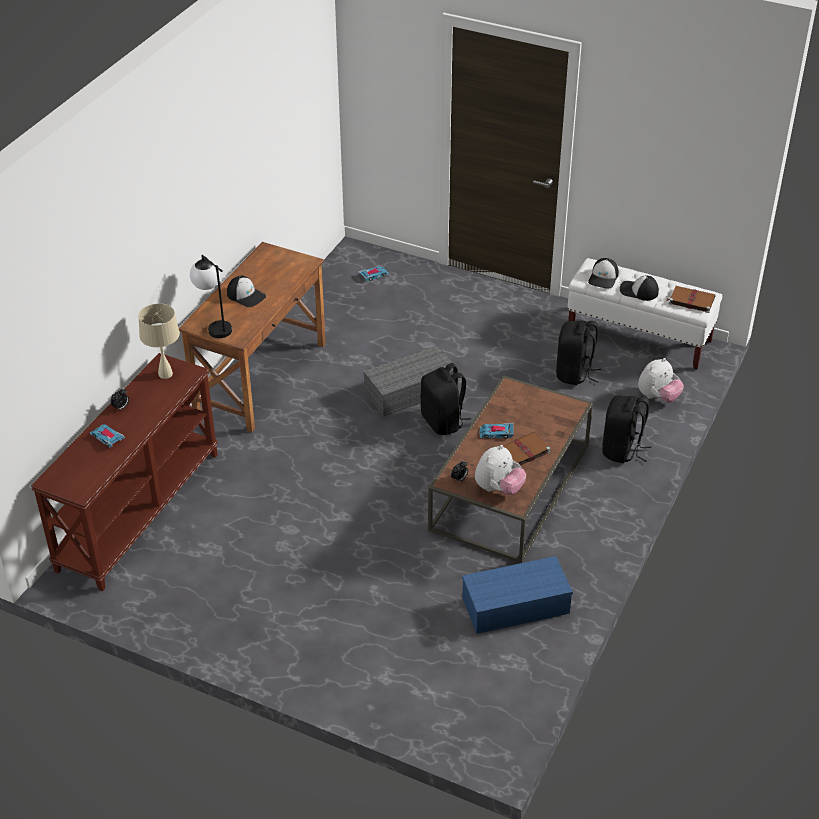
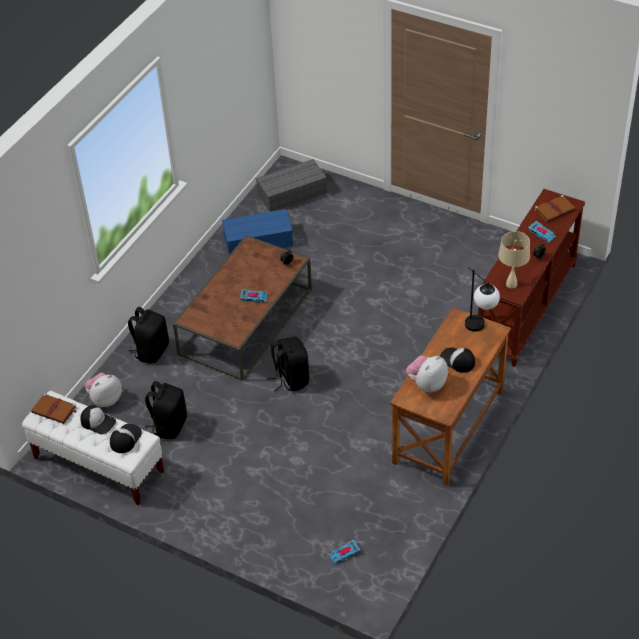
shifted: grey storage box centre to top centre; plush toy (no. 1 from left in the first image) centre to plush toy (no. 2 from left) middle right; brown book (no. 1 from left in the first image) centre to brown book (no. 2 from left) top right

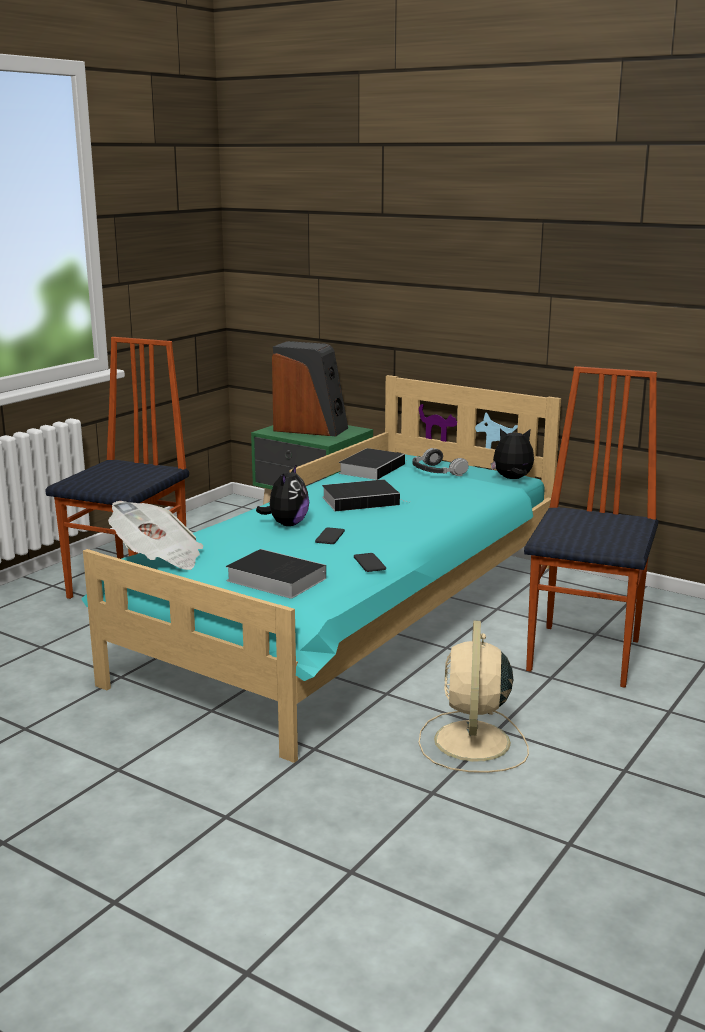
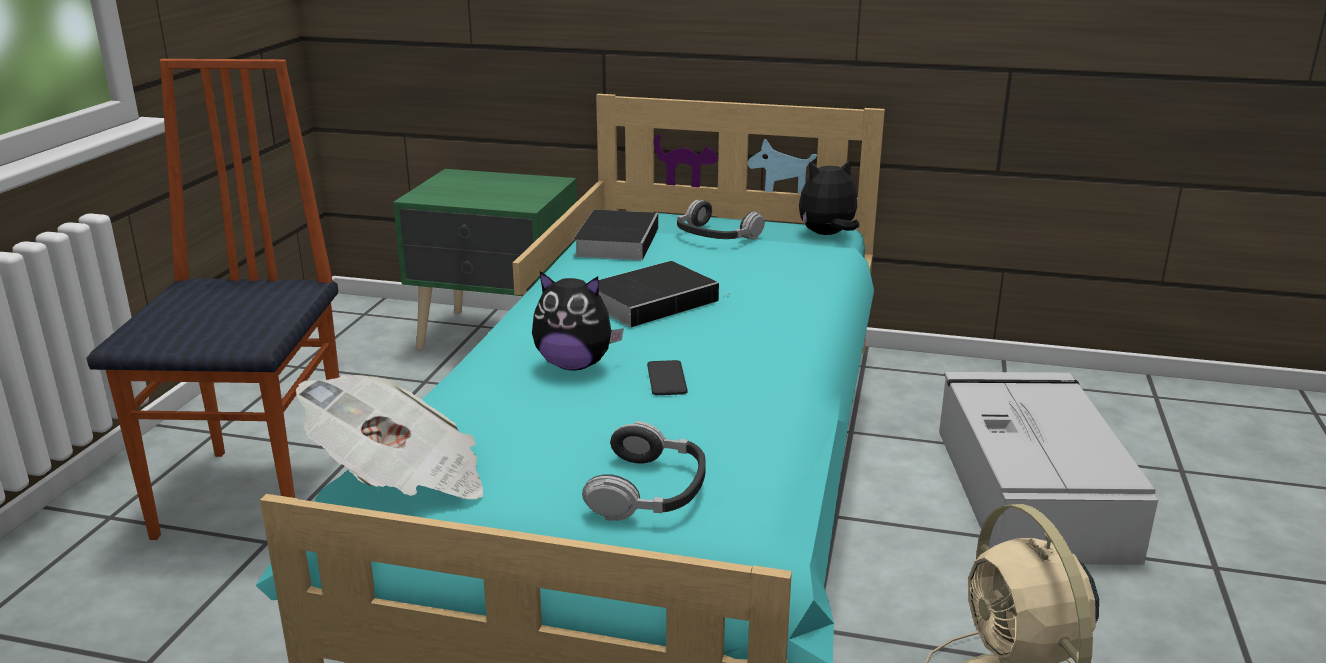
gone: speaker centre; phone (no. 2 from left) centre
swapped: book (no. 1 from left) centre to headphones (no. 1 from left) bottom centre; chair (no. 2 from left) middle right to grey storage box bottom right
rotated: plush toy (no. 1 from left) centre = centre 105 degrees clockwise

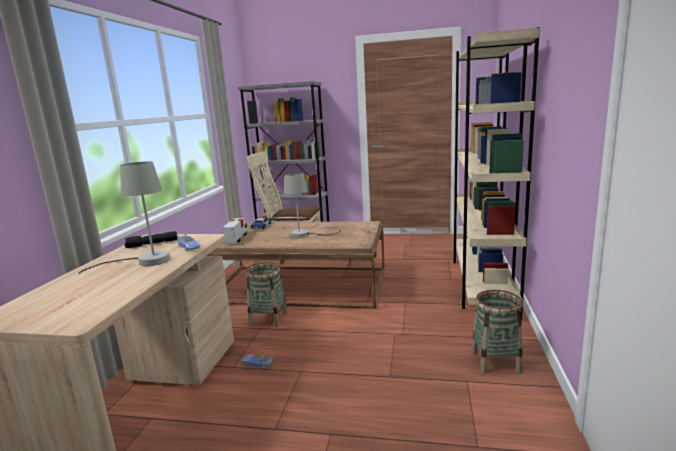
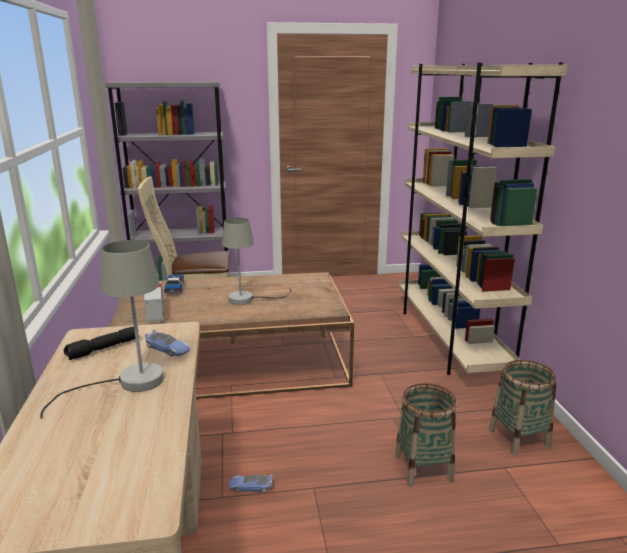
shifted: basket (no. 1 from left) centre to bottom right

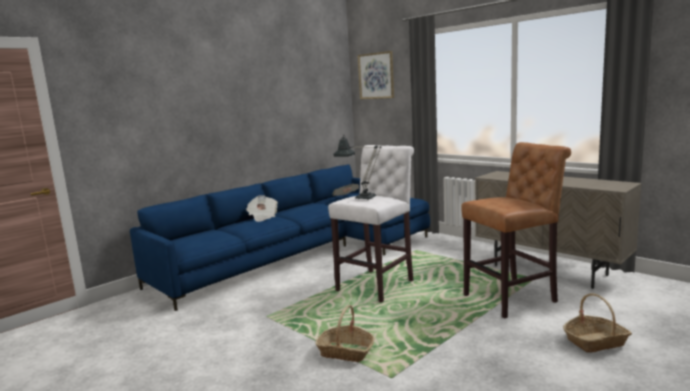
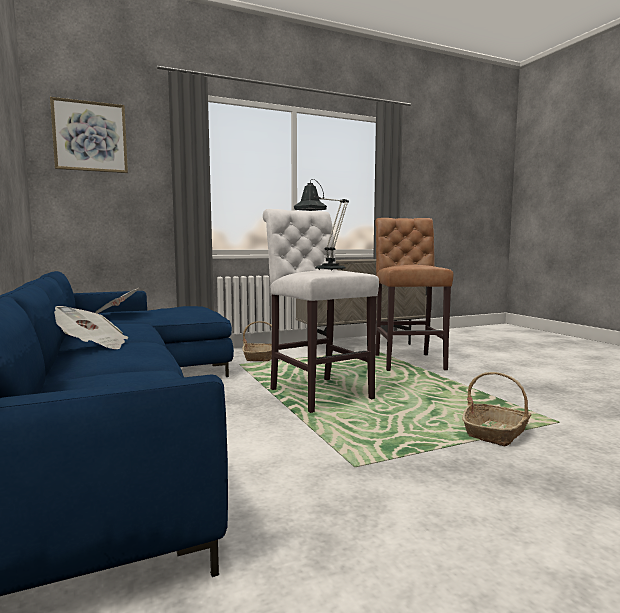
shifted: basket (no. 2 from left in the first image) bottom right to basket (no. 1 from left) centre

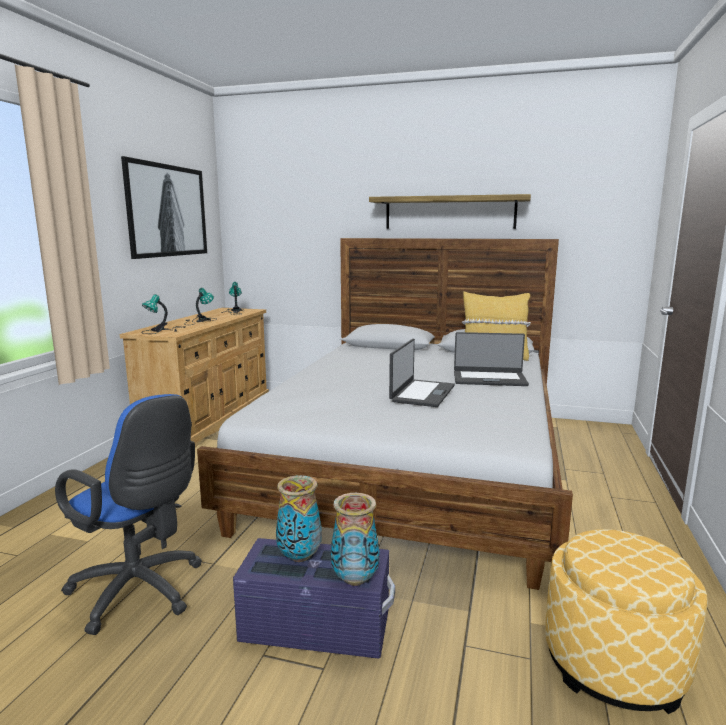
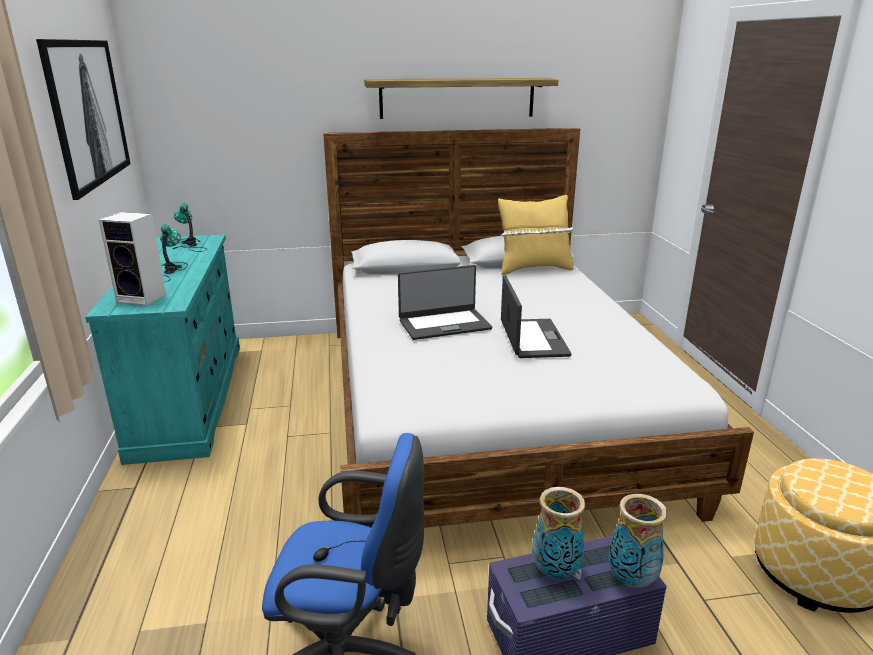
shifted: laptop (no. 2 from left in the first image) middle right to laptop (no. 1 from left) centre
swapped: table lamp (no. 1 from left) middle left to speaker middle left
repainted: beige dresser middle left to turquoise dresser middle left

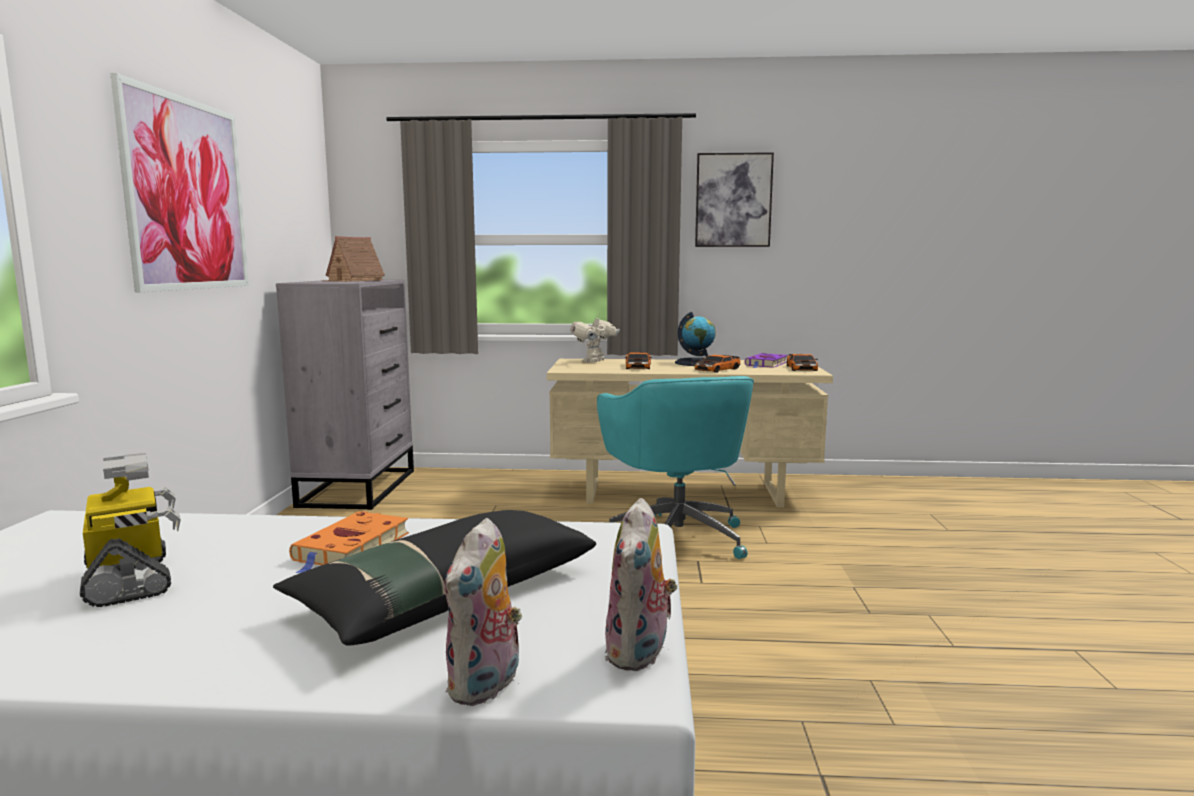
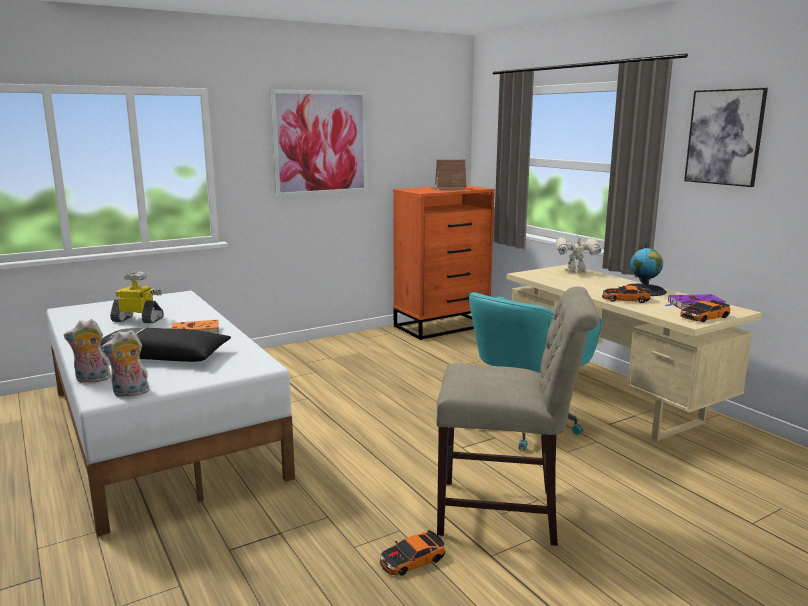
new: beige chair bottom centre
shifted: toy car (no. 1 from left) centre to bottom centre
repainted: grey dresser middle left to orange dresser centre
rotated: toy robot (no. 1 from left) middle left = middle left 105 degrees counterclockwise

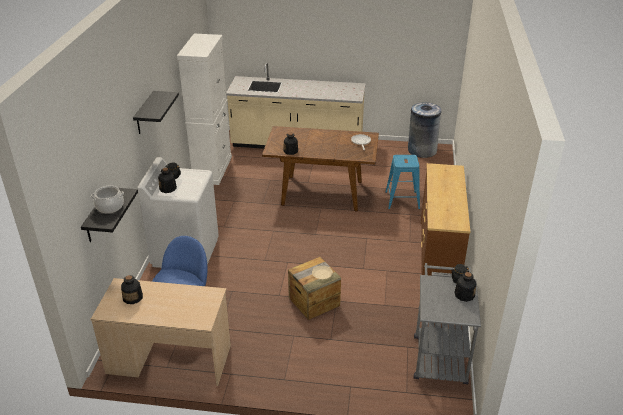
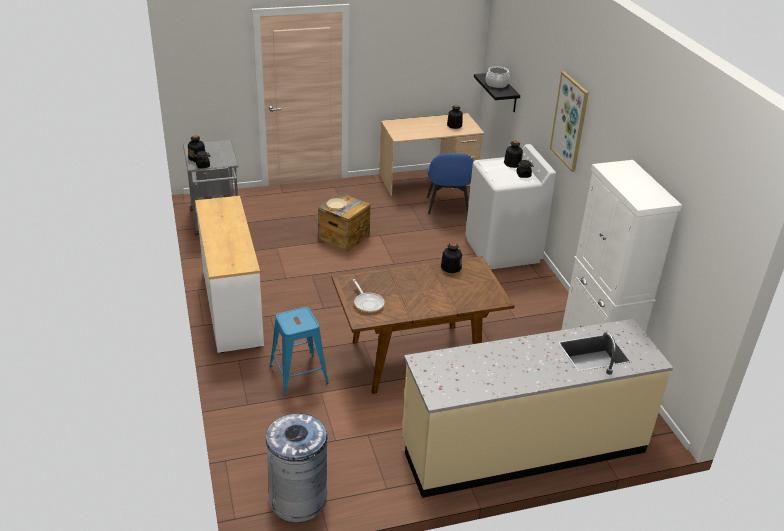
swapped: black shelf (no. 2 from left) top left to picture top right
repainted: brown dresser middle right to white dresser middle left

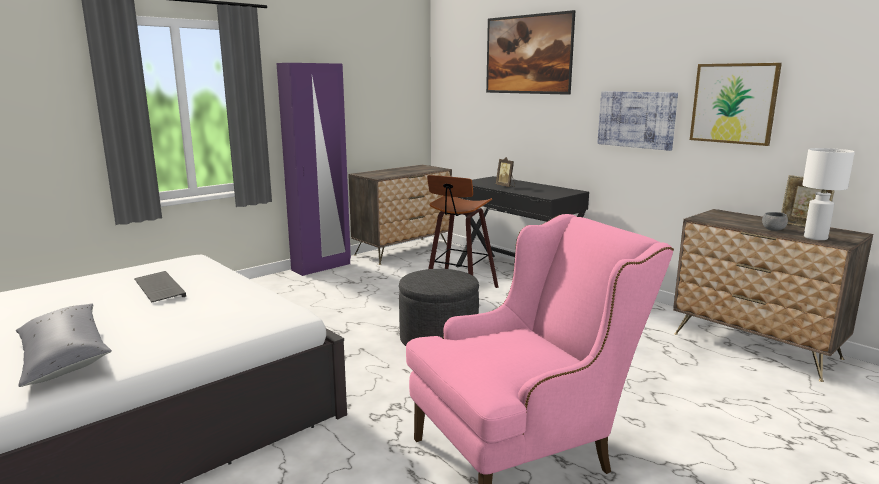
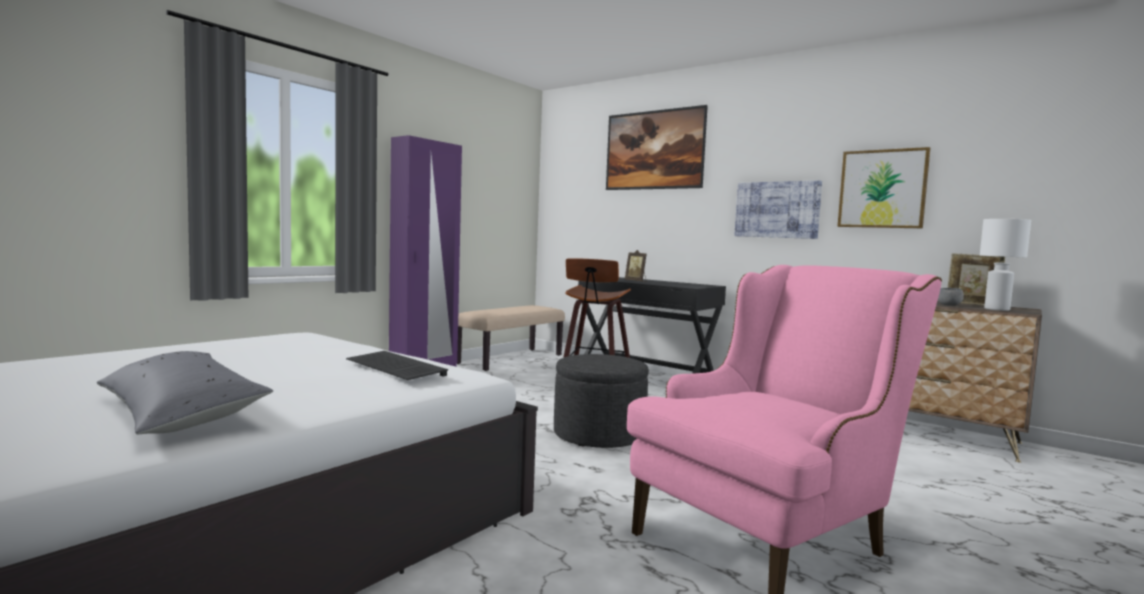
shifted: keyboard middle left to centre
swapped: dresser (no. 1 from left) centre to beige bench centre

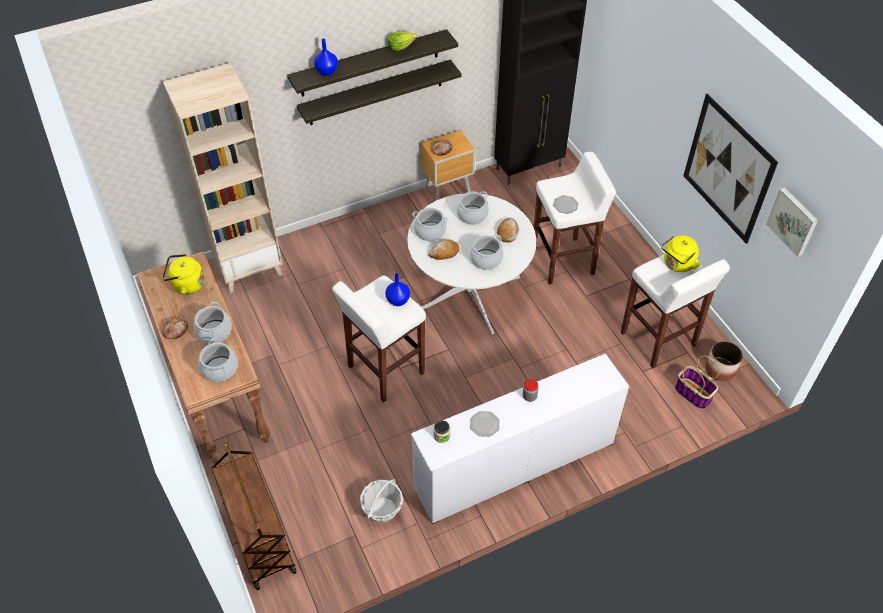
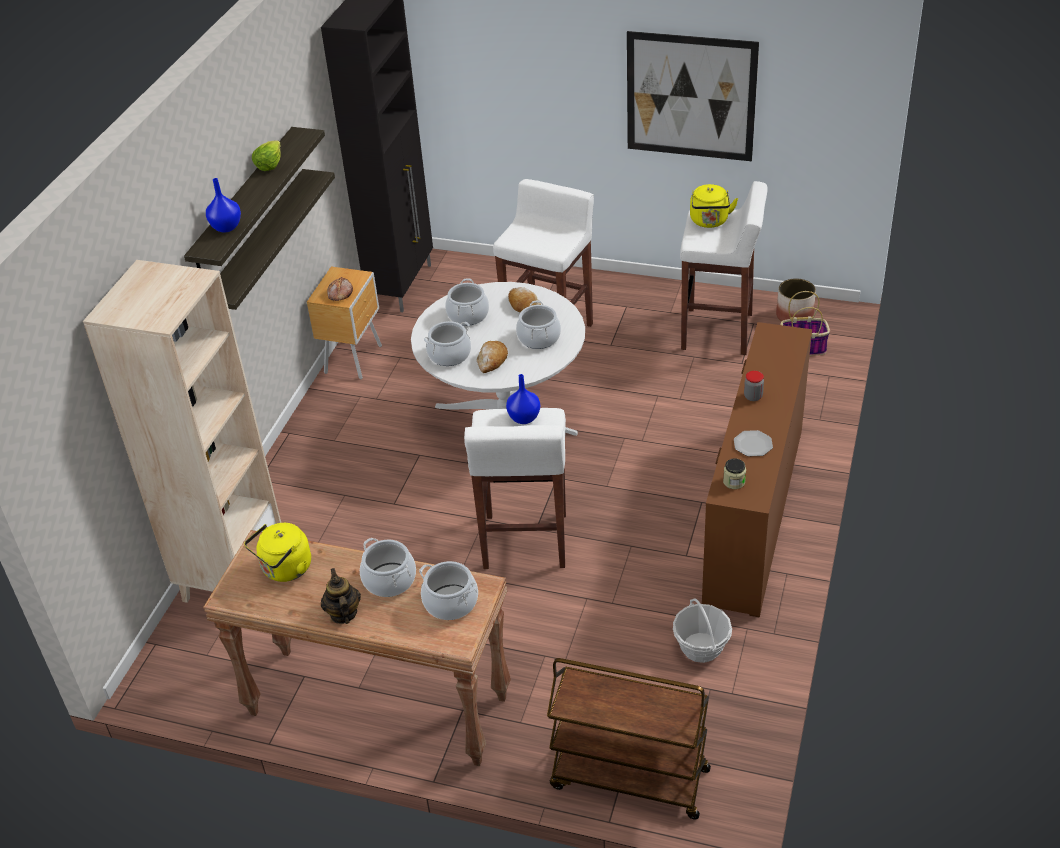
gone: plate (no. 2 from left) top centre; picture (no. 2 from left) middle right
swapped: bread (no. 1 from left) middle left to teapot bottom left
repainted: white dresser bottom centre to brown dresser middle right

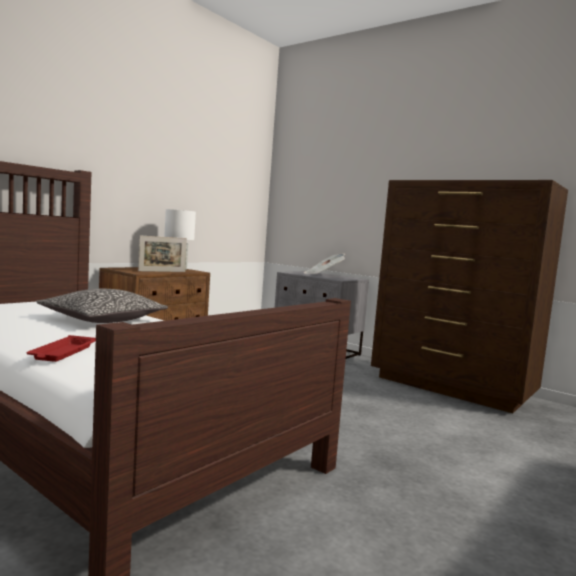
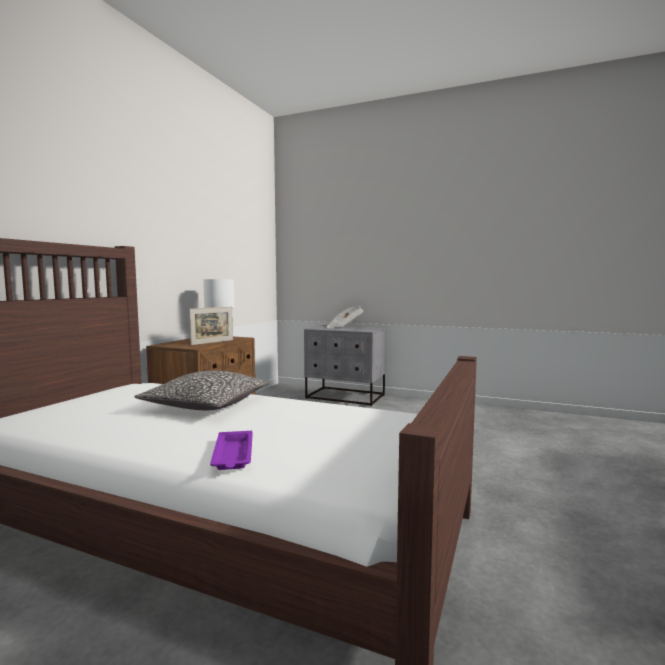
gone: brown dresser middle right
repainted: red tray middle left to purple tray bottom centre

